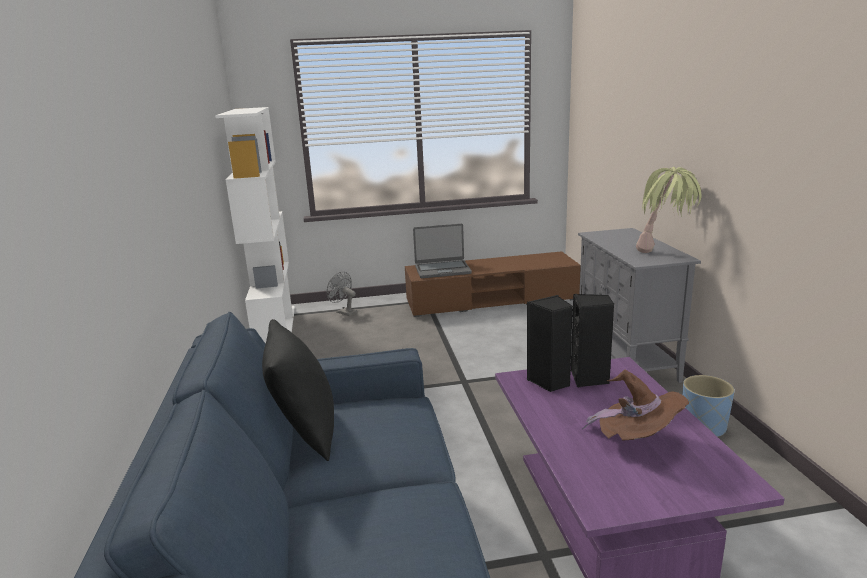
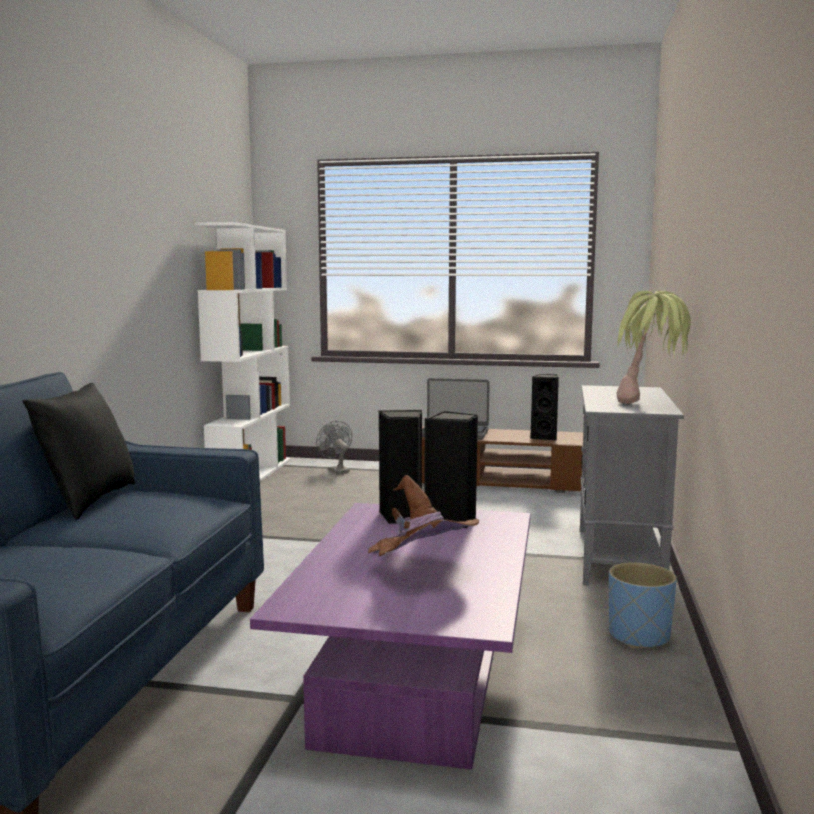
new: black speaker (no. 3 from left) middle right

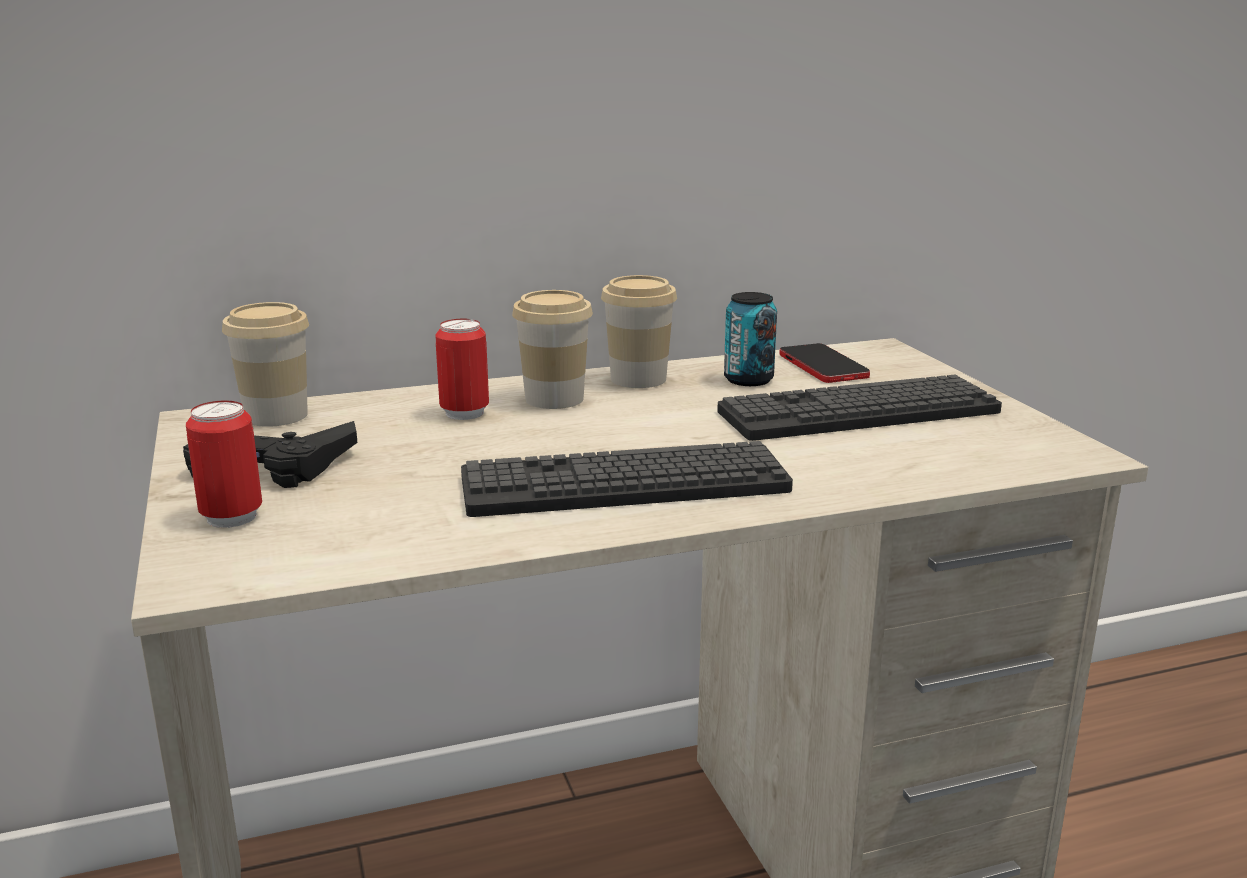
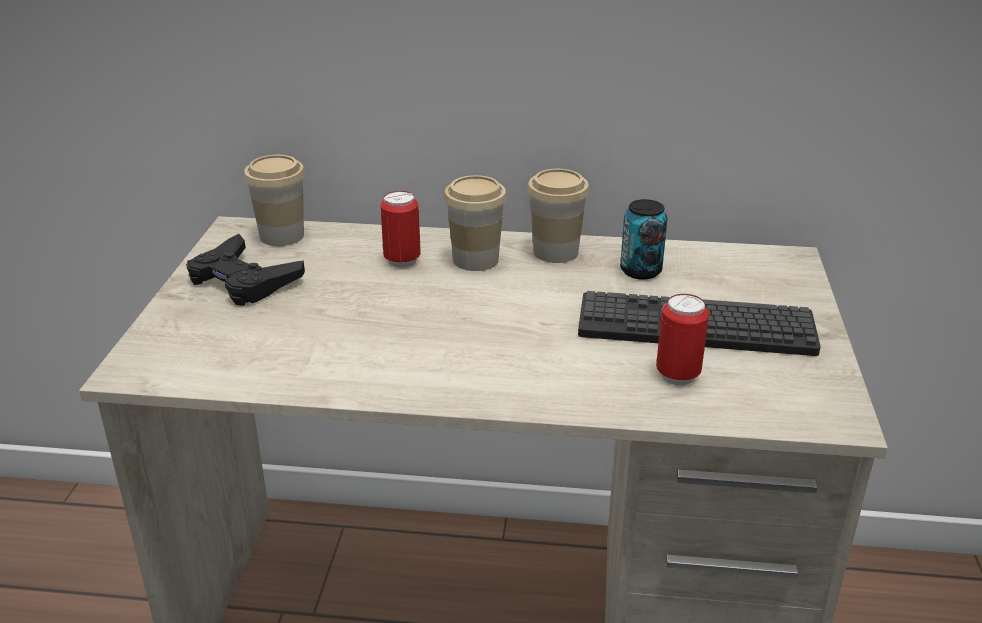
gone: keyboard (no. 1 from left) centre; phone centre
shifted: can (no. 1 from left in the first image) middle left to can (no. 3 from left) middle right

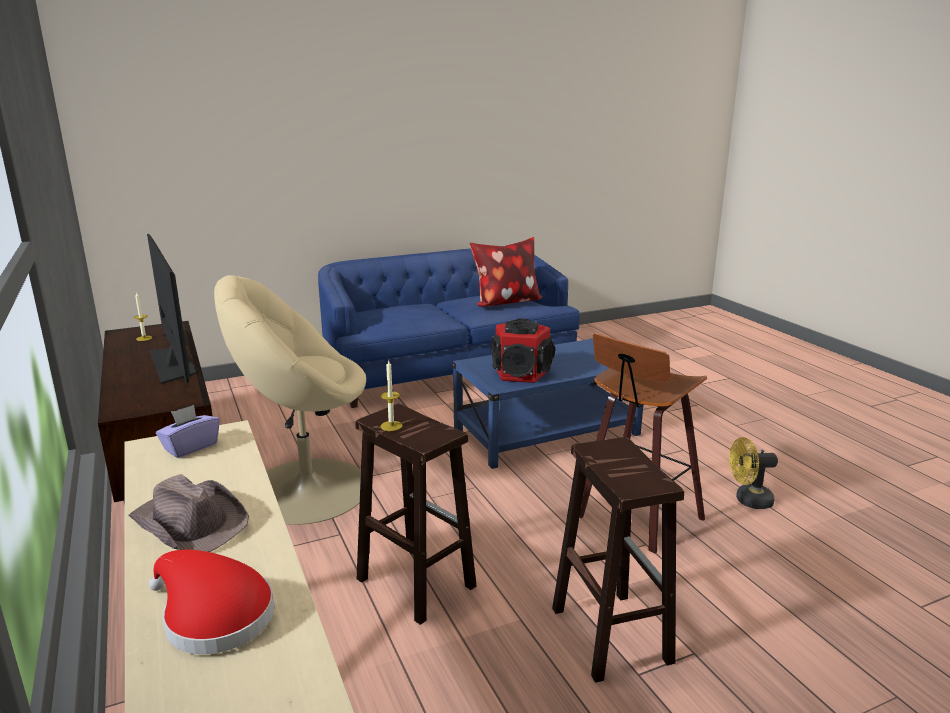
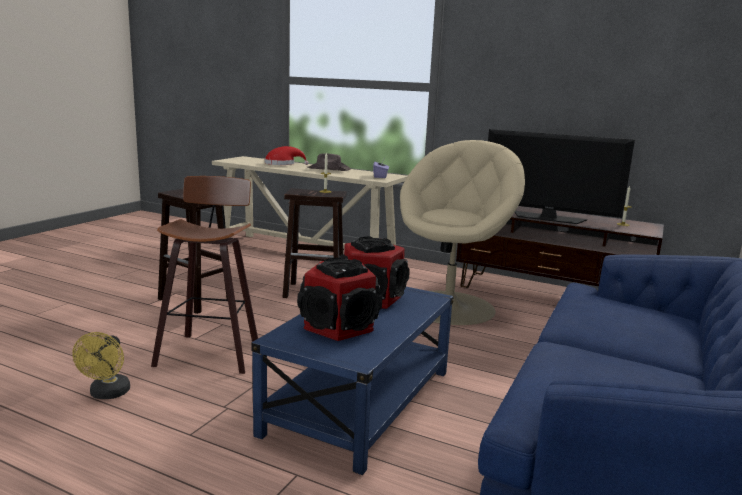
gone: pillow centre
new: speaker (no. 1 from left) centre
rotated: yellow fan middle right = bottom left 135 degrees clockwise

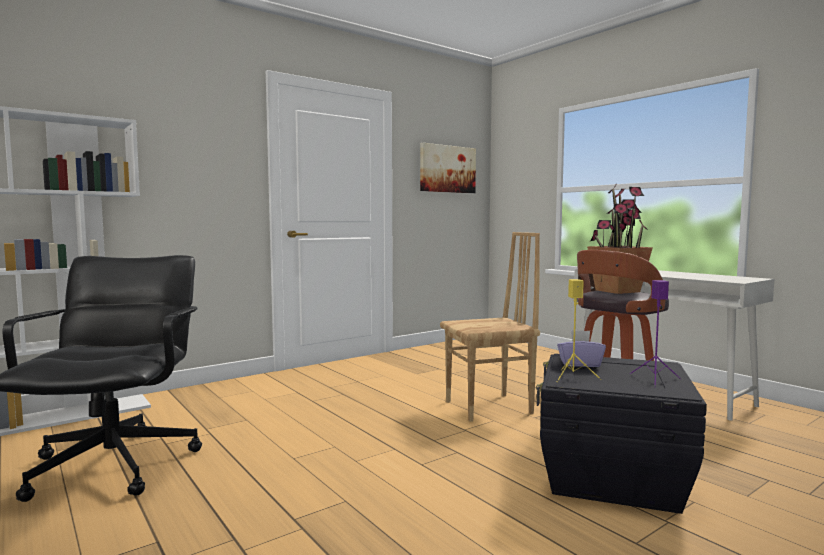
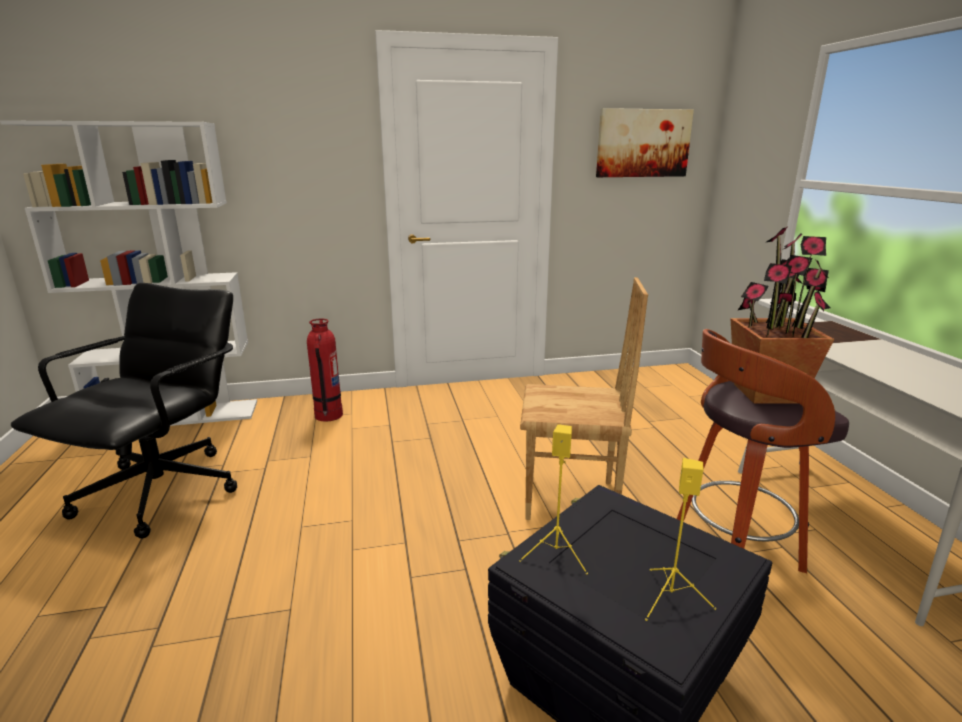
gone: purple tissue box middle right
new: fire extinguisher centre
repainted: purple speaker middle right to yellow speaker (no. 2 from left) bottom right

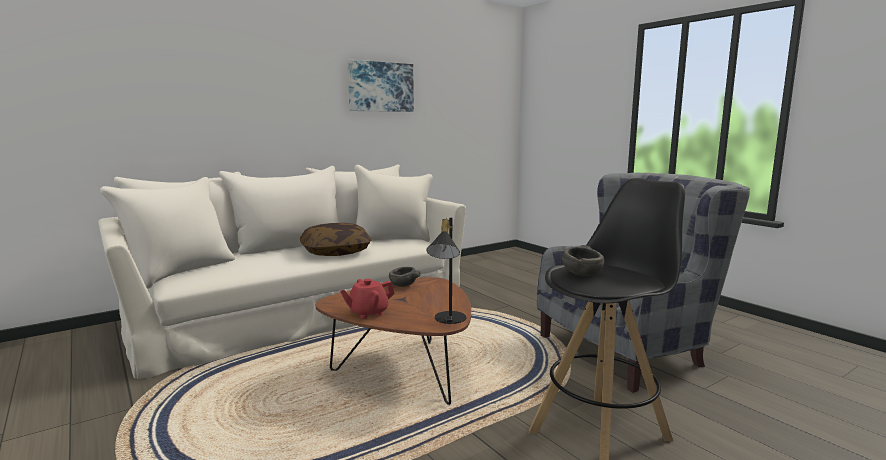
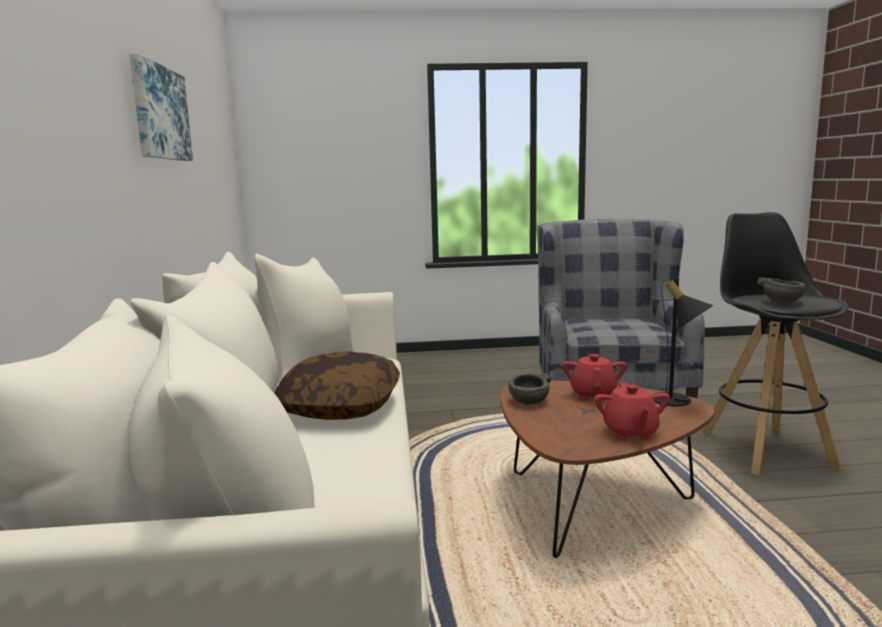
new: red teapot (no. 1 from left) middle right

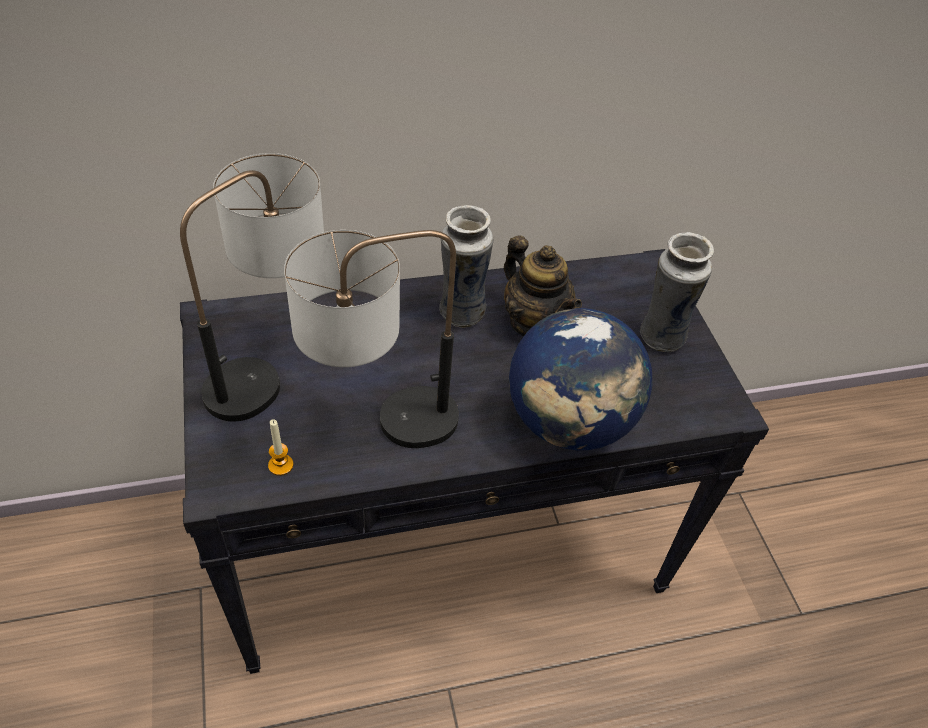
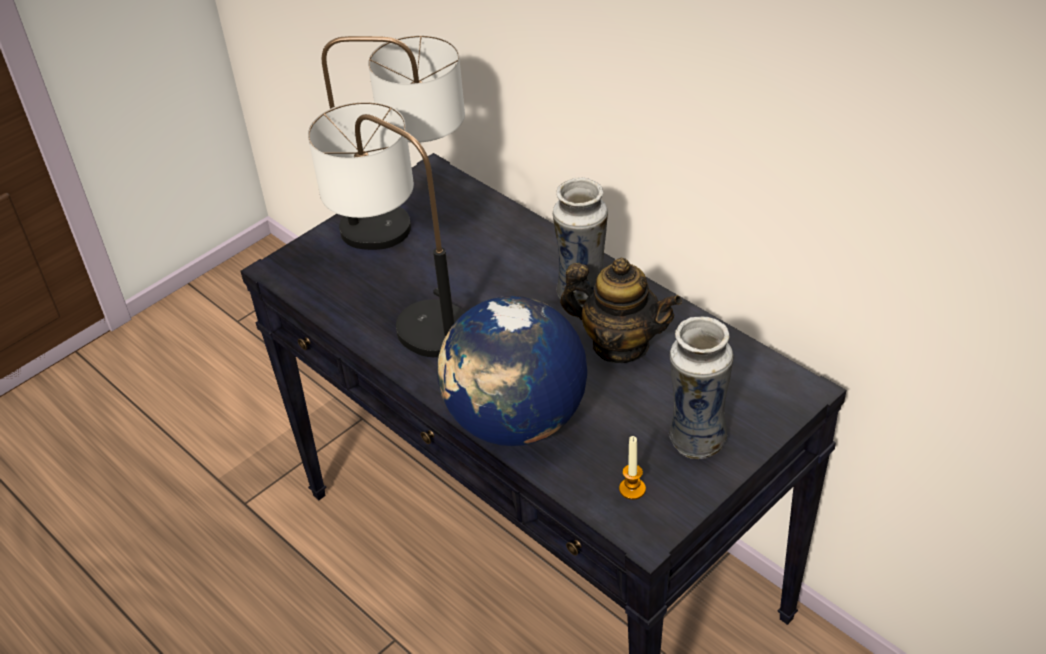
shifted: candle middle left to bottom centre
rotated: teapot centre = centre 90 degrees counterclockwise

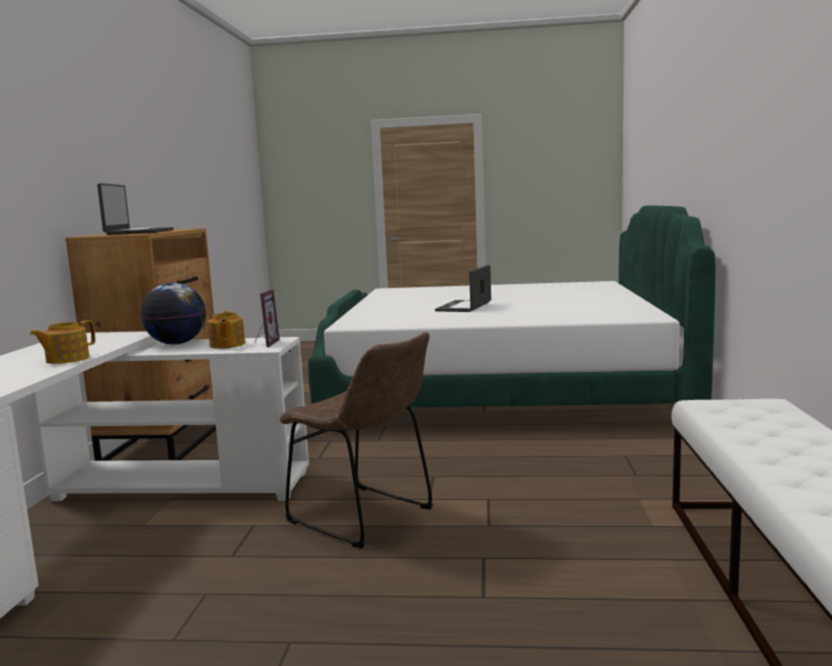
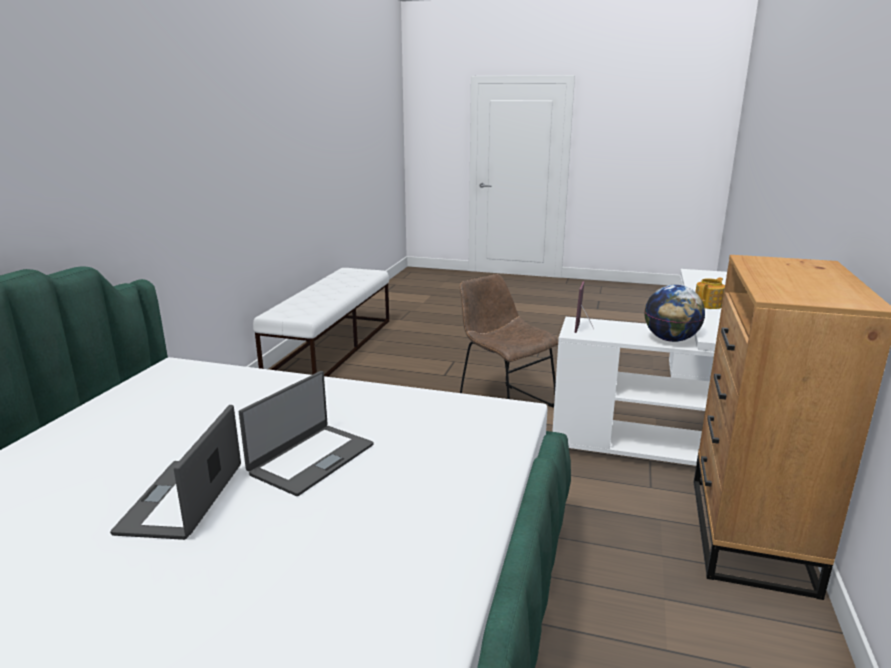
gone: teapot (no. 2 from left) middle left
shifted: laptop (no. 1 from left) top left to bottom left

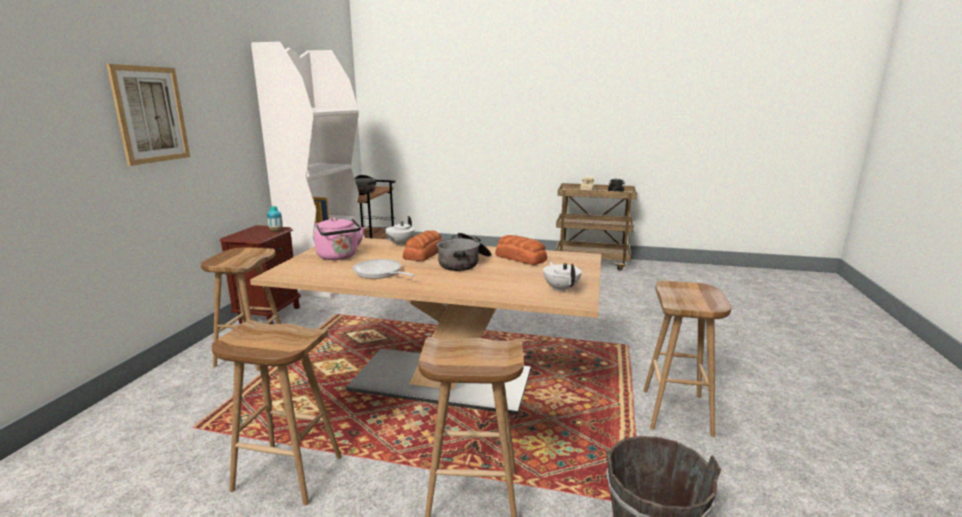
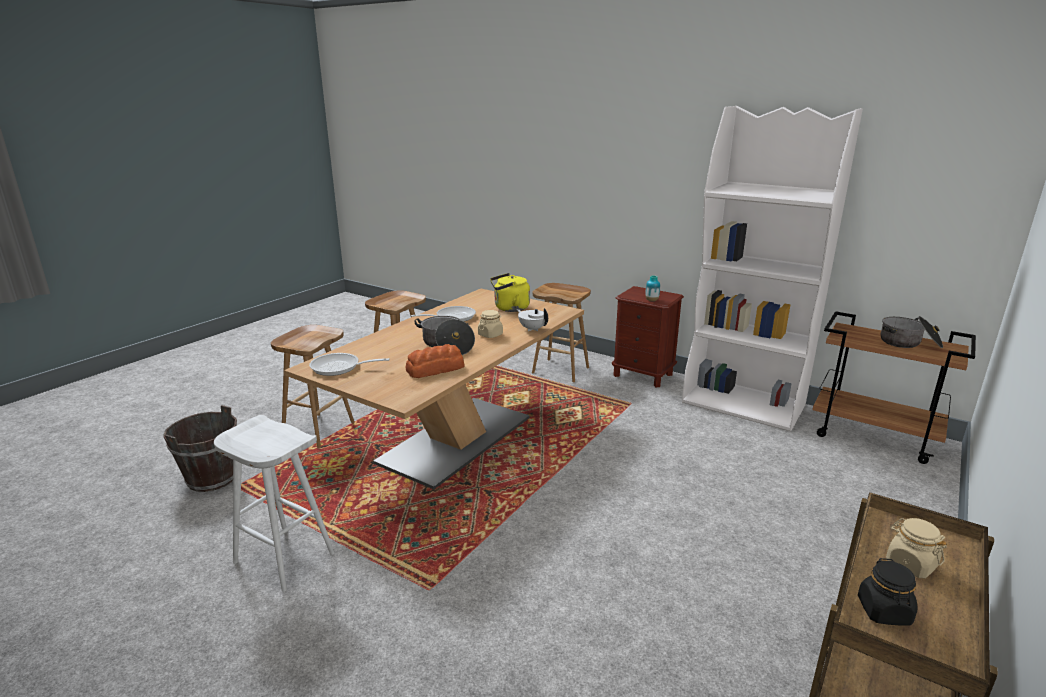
gone: picture top left
swapped: white teapot (no. 2 from left) centre to frying pan (no. 1 from left) centre; bread (no. 1 from left) centre to beige jar (no. 1 from left) centre
repainted: brown stool (no. 4 from left) bottom right to white stool bottom left; pink kettle centre to yellow kettle centre

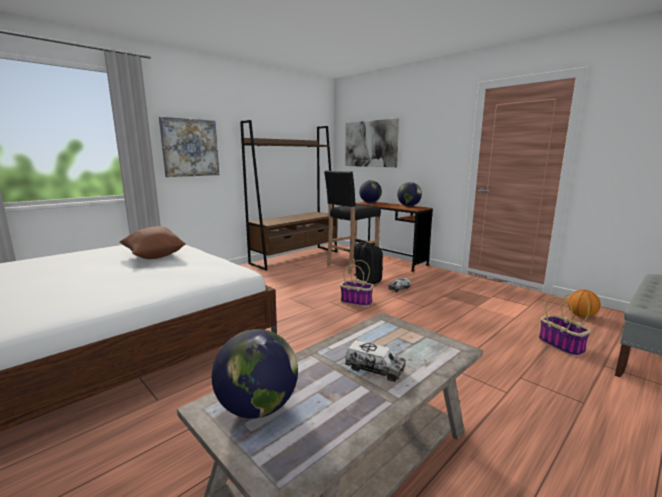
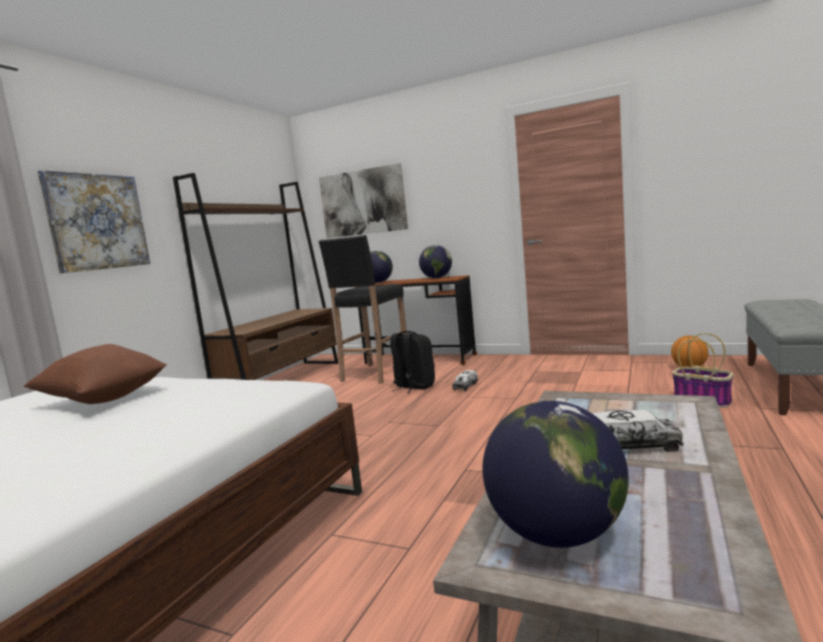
gone: basket (no. 1 from left) centre

